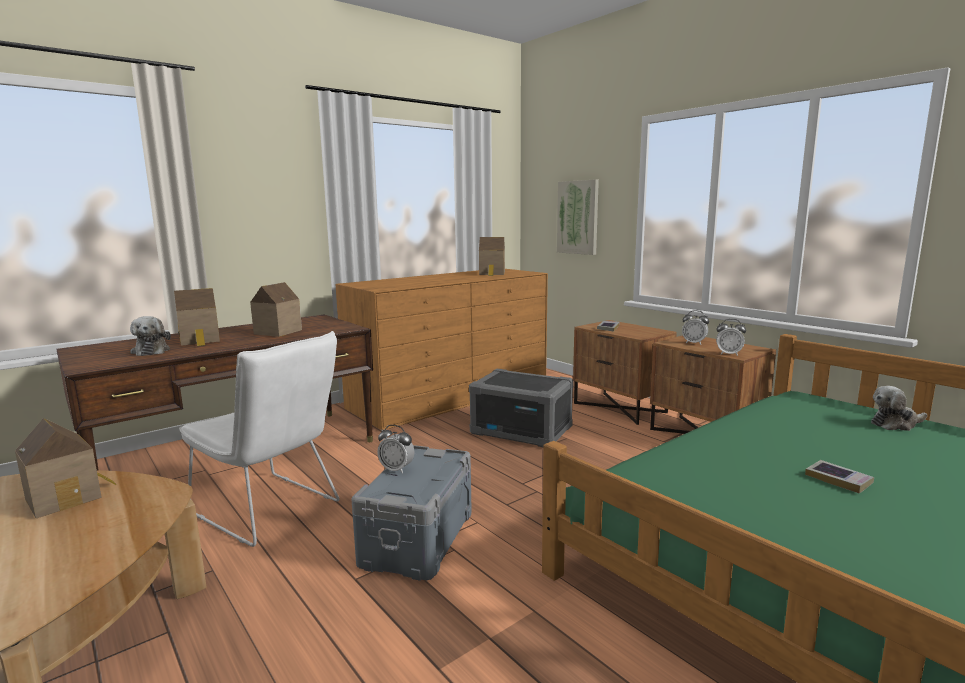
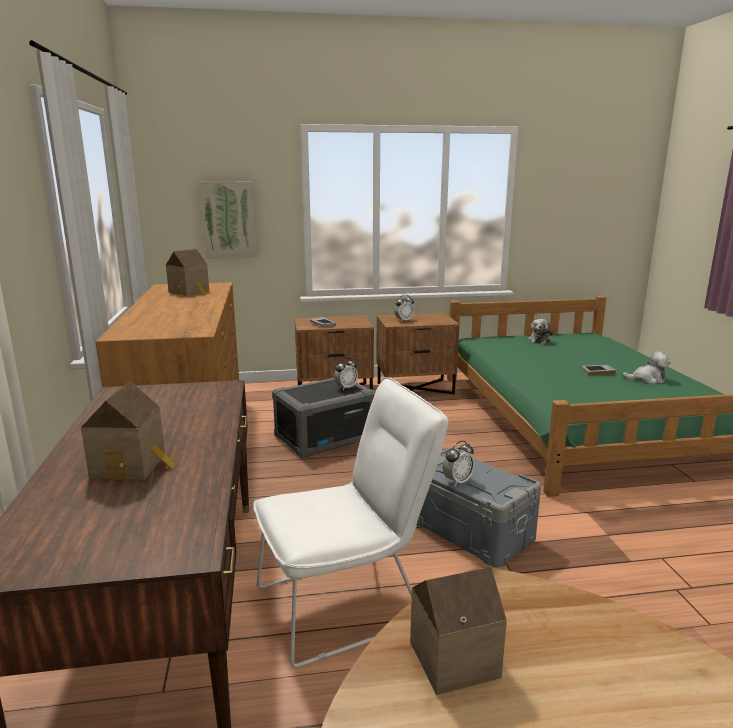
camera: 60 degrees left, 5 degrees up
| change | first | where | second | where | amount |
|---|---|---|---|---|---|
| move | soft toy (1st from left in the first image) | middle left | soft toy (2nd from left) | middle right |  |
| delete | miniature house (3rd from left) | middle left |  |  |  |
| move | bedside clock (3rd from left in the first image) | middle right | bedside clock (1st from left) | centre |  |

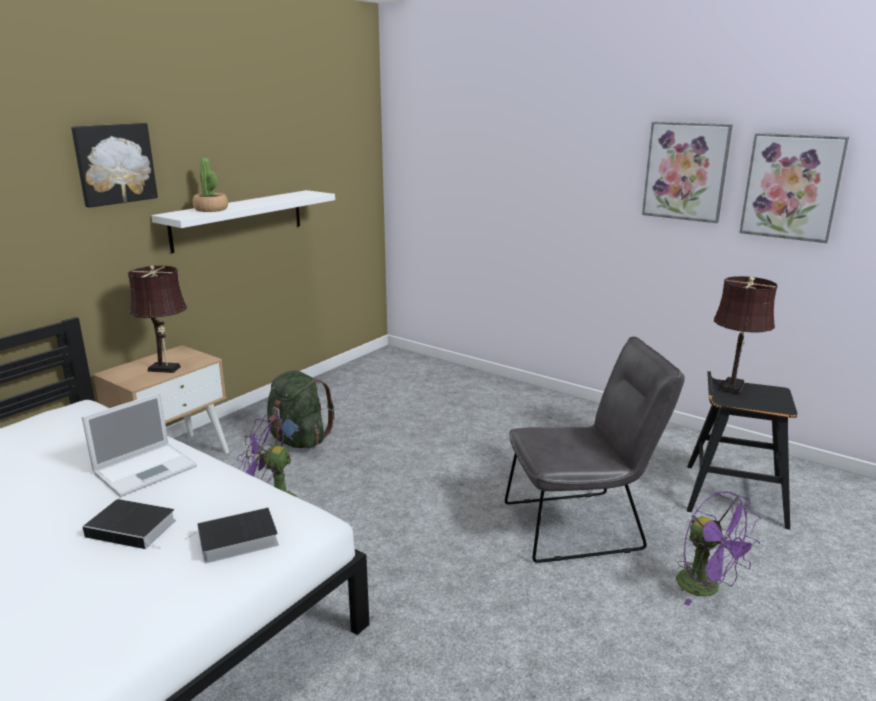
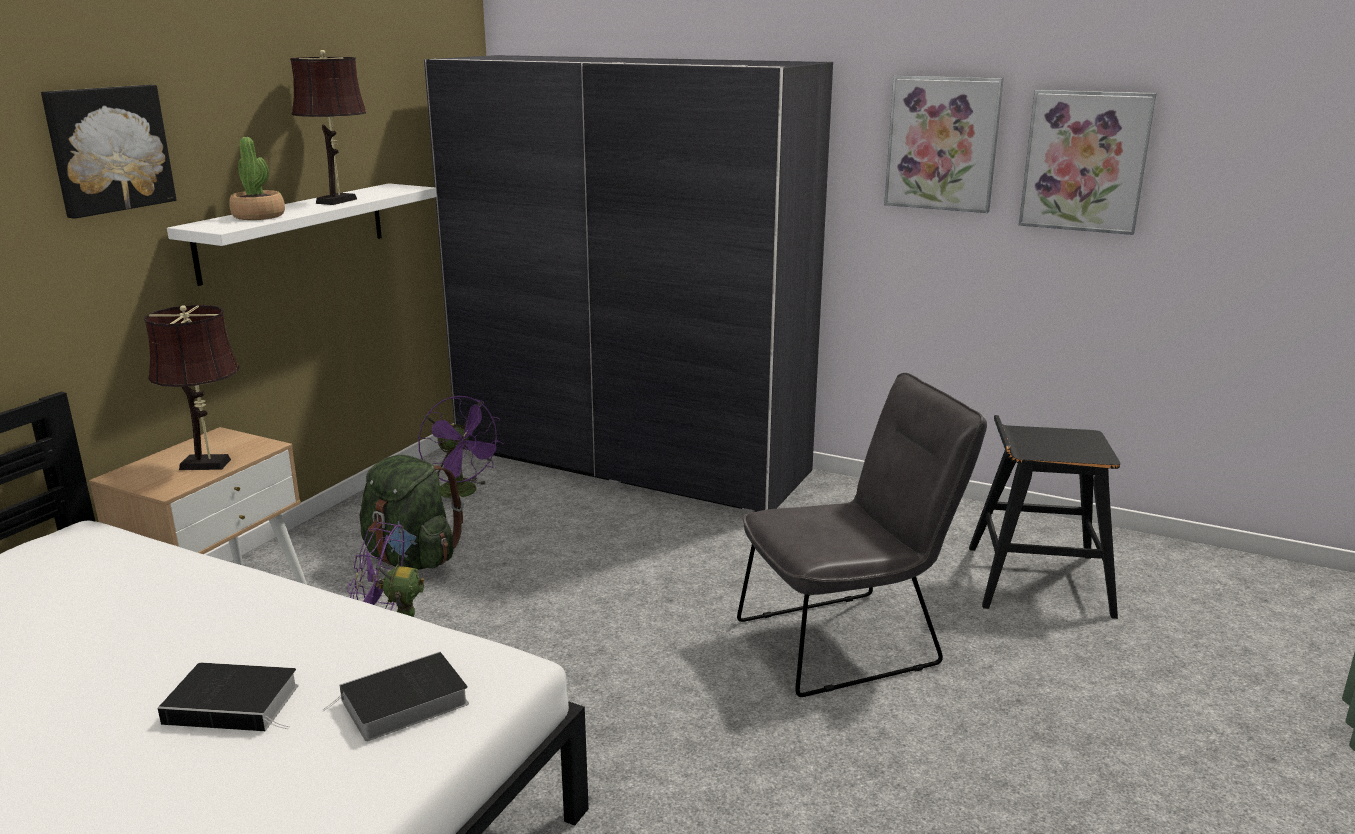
camera: 10 degrees left, 0 degrees up
| change | first | where | second | where | amount |
|---|---|---|---|---|---|
| delete | laptop | middle left |  |  |  |
| move | purple-coloured fan (2nd from left) | bottom right |  | centre |  |
| move | brown-coloured lamp for a table (2nd from left) | middle right |  | top left |  |
| insert |  |  | grey clothes cupboard | centre |  |

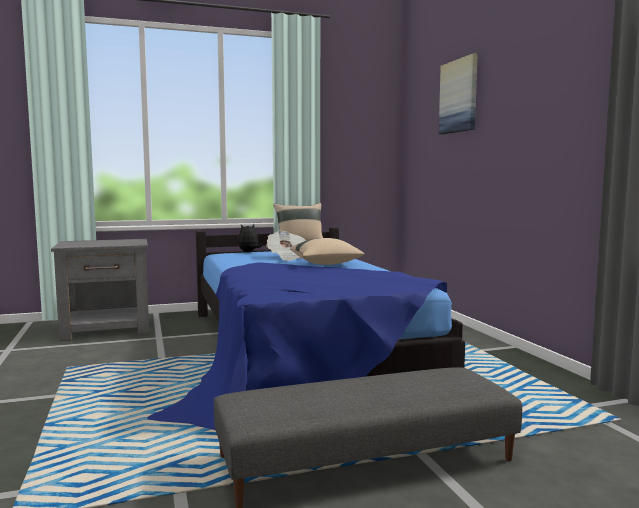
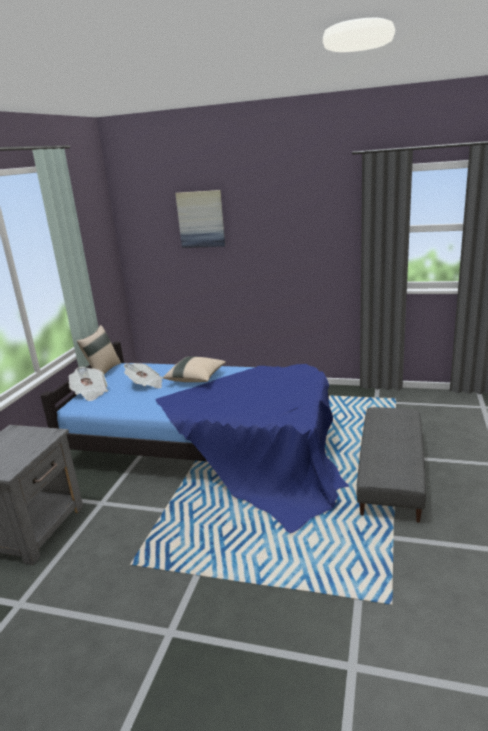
camera: 55 degrees left, 15 degrees up
| change | first | where | second | where | amount |
|---|---|---|---|---|---|
| replace | soft toy | centre | printed paper (1st from left) | middle left |  |

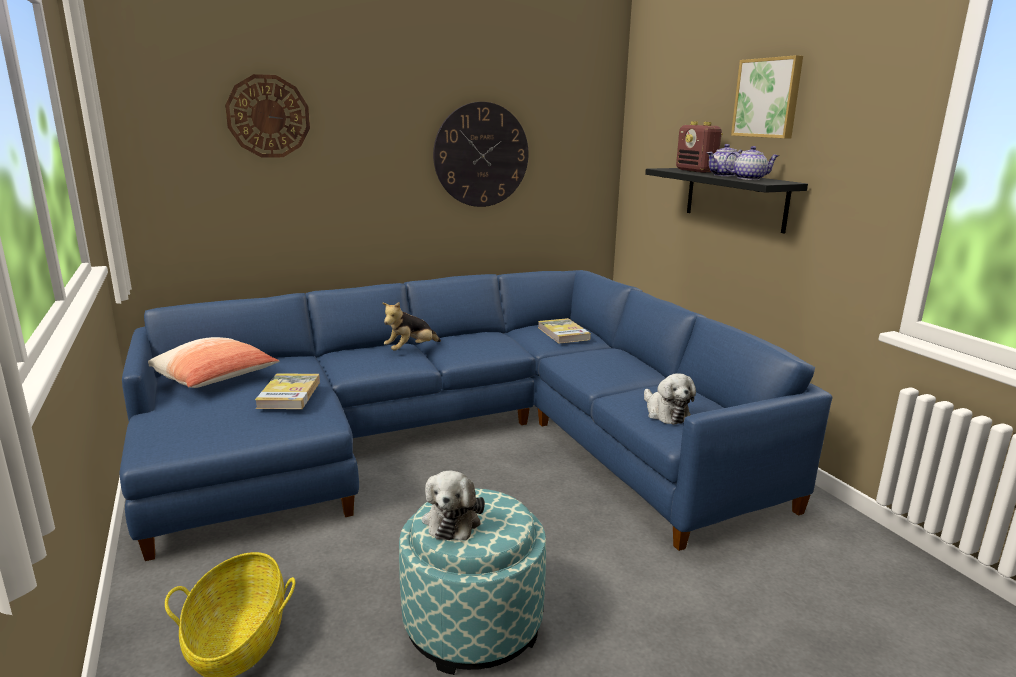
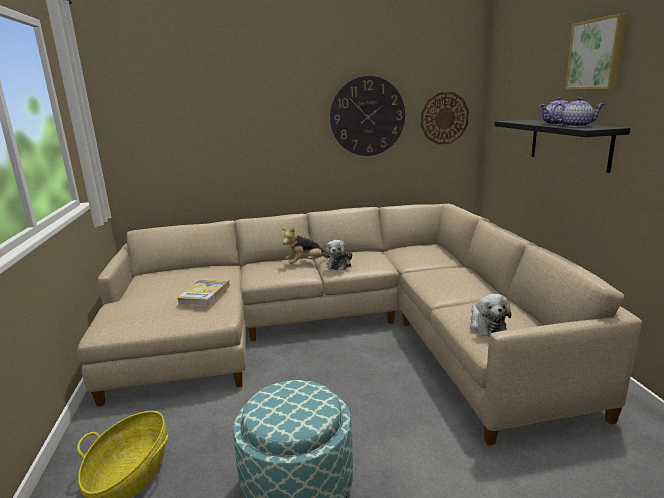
camera: 15 degrees right, 0 degrees up
| change | first | where | second | where | amount |
|---|---|---|---|---|---|
| recolor | blue-coloured sofa | centre | beige sofa | centre |  |
| delete | throw pillow | middle left |  |  |  |
| move | clock on the wall (1st from left in the first image) | top left | clock on the wall (2nd from left) | top right |  |
| move | soft toy (2nd from left) | bottom centre |  | centre |  |
| delete | bound book (2nd from left) | centre |  |  |  |
| delete | radio | top right |  |  |  |

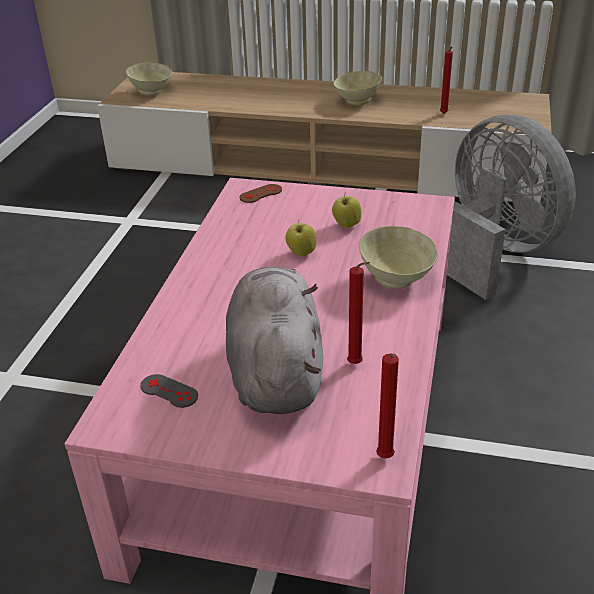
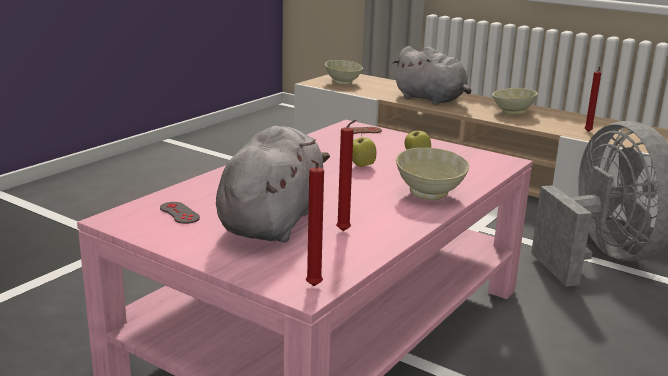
camera: 20 degrees right, 15 degrees down
| change | first | where | second | where | amount |
|---|---|---|---|---|---|
| insert |  |  | grey soft toy (2nd from left) | top centre |  |

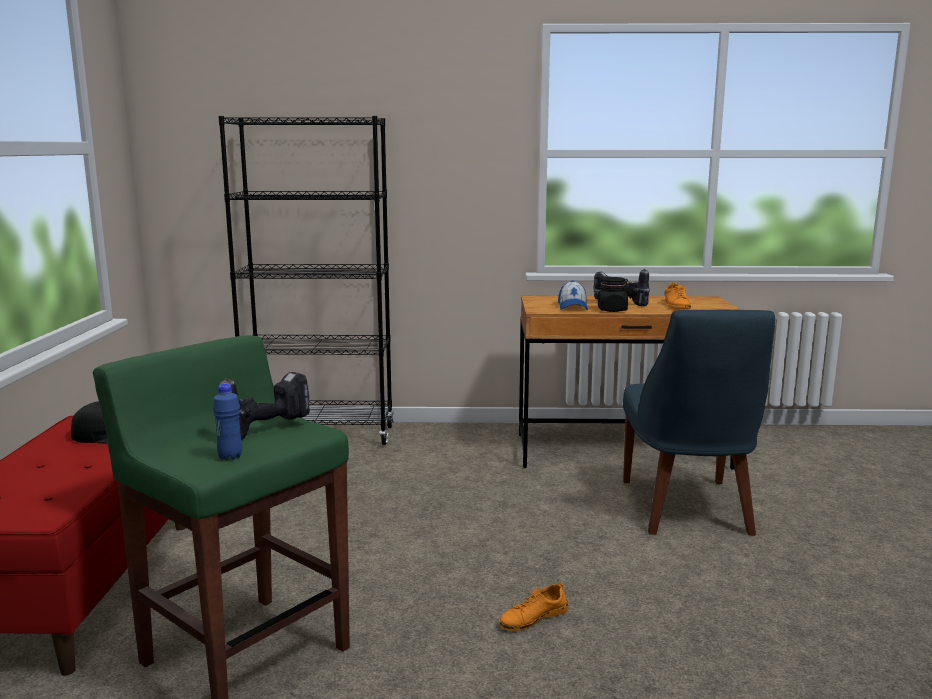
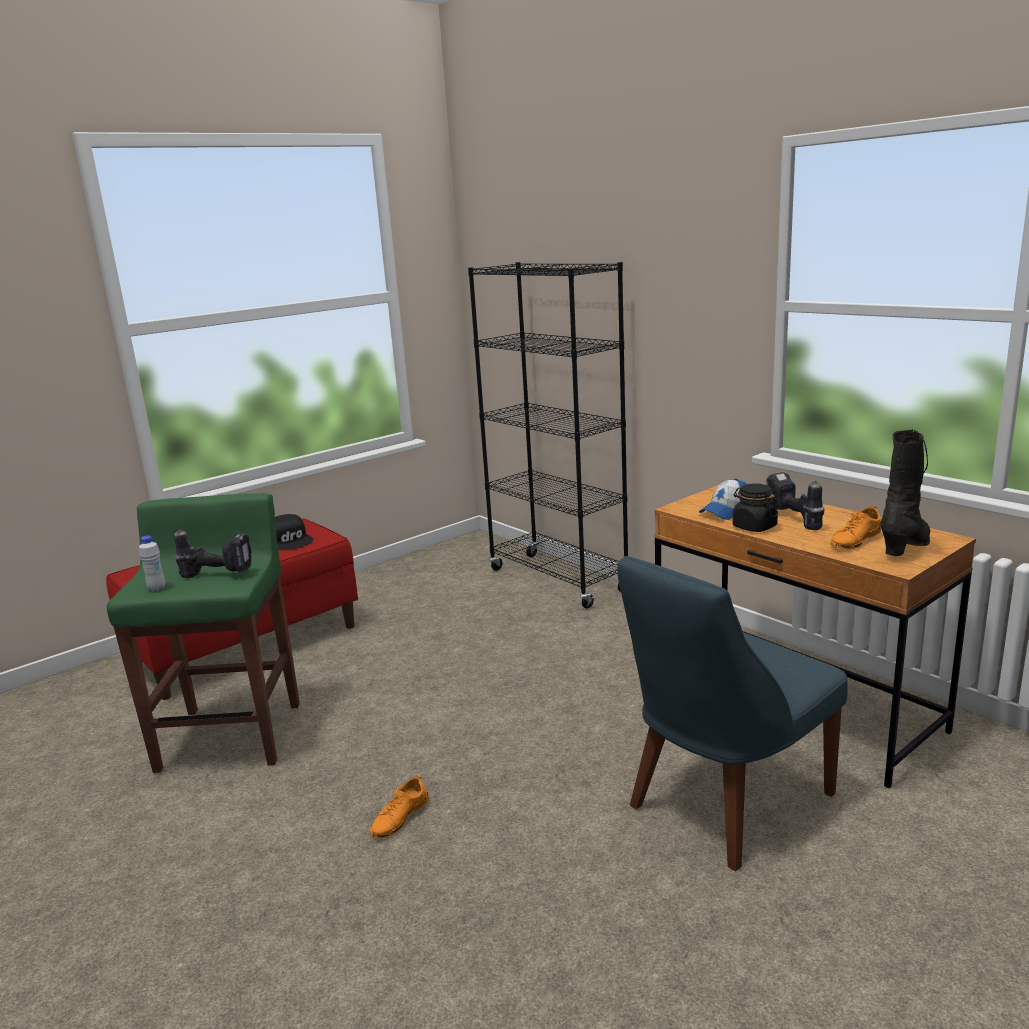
camera: 50 degrees right, 5 degrees up
| change | first | where | second | where | amount |
|---|---|---|---|---|---|
| recolor | blue-coloured drink bottle | middle left | white drink bottle | middle left |  |
| rotate | orangey low shoe (1st from left) | bottom centre |  | bottom centre | 75 degrees counterclockwise |
| insert |  |  | blackish boot | middle right |  |

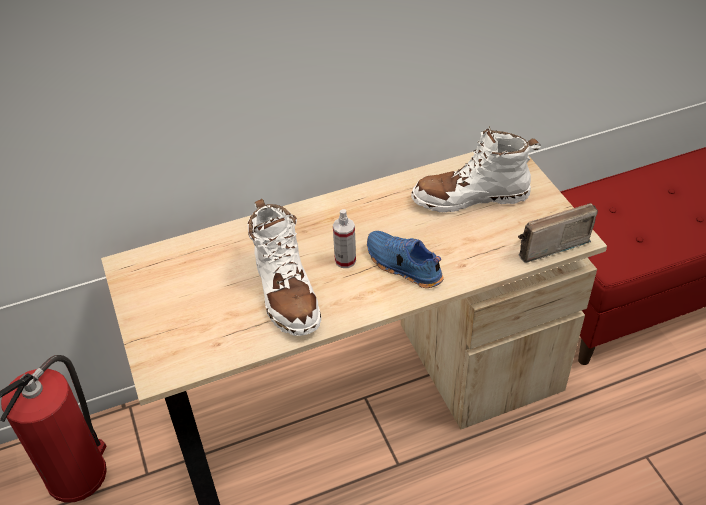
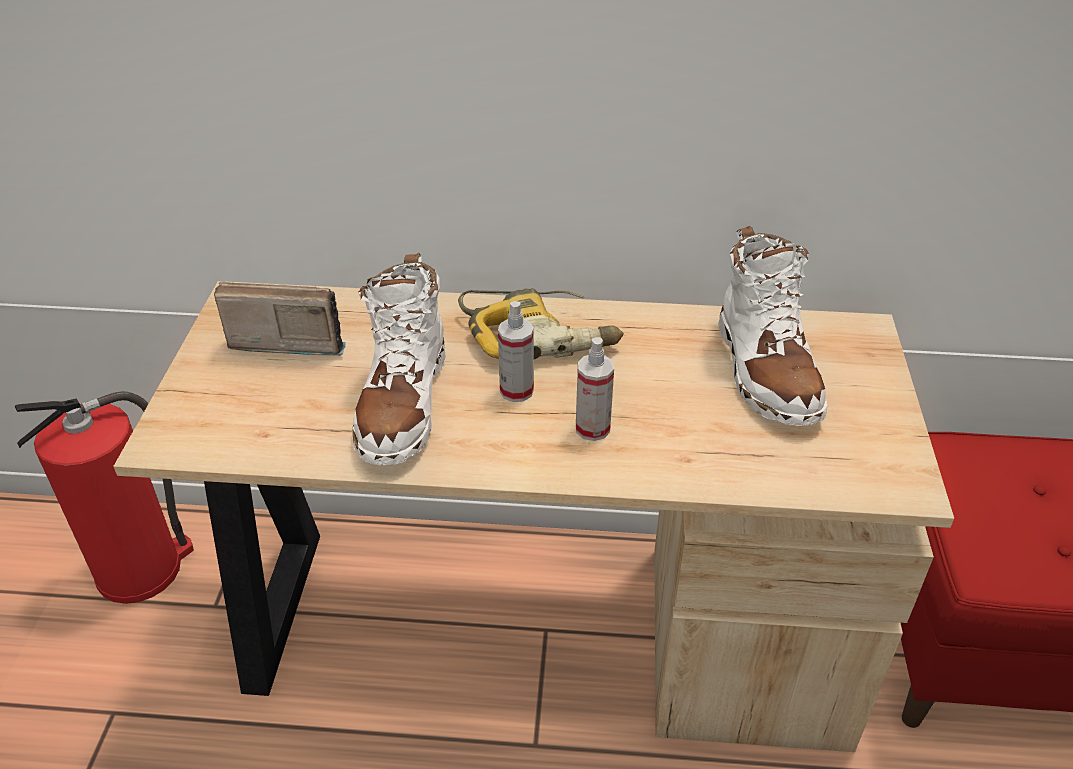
camera: 25 degrees right, 5 degrees down
| change | first | where | second | where | amount |
|---|---|---|---|---|---|
| replace | blue-coloured low shoe | centre | hand sprayer (2nd from left) | centre |  |
| rotate | white boot (2nd from left) | middle right |  | middle right | 120 degrees counterclockwise |
| move | radio | middle right |  | middle left |  |
| insert |  |  | drill | centre |  |

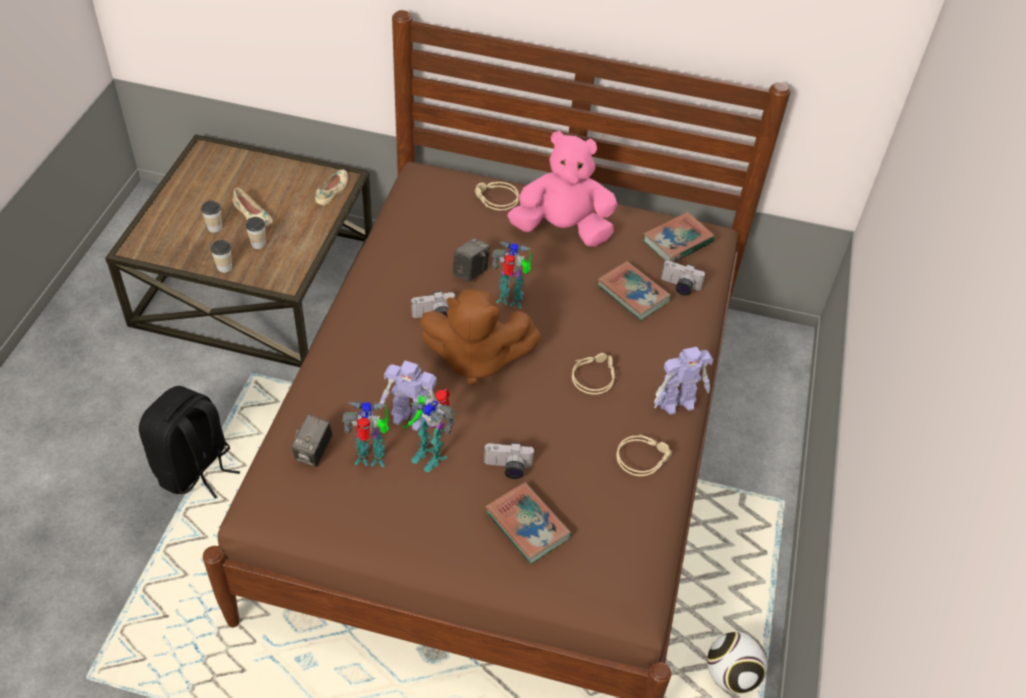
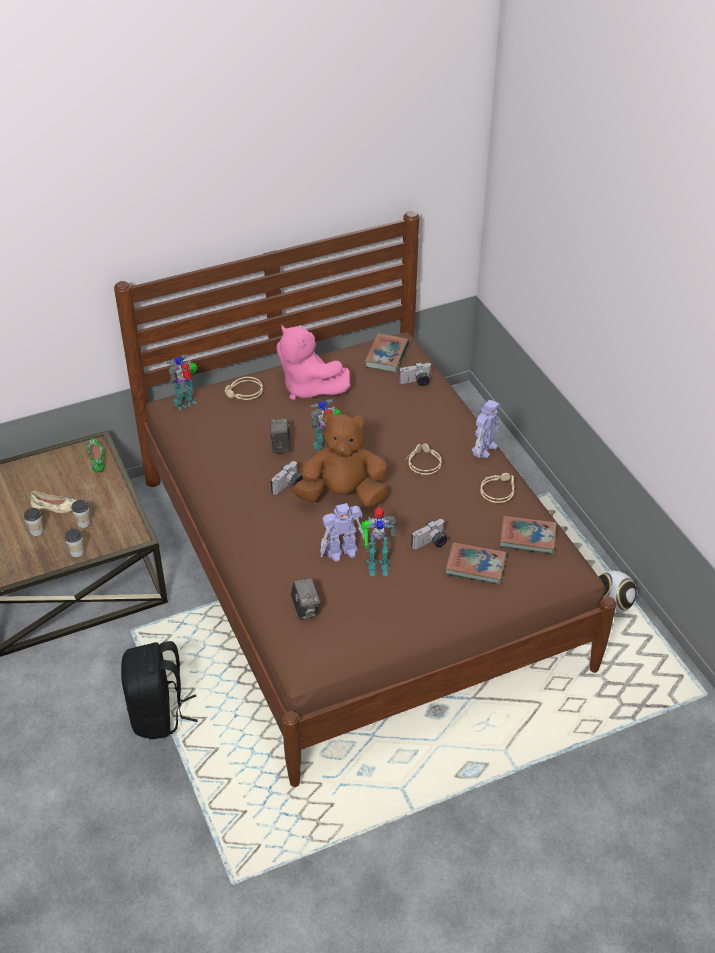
camera: 35 degrees left, 5 degrees down
| change | first | where | second | where | amount |
|---|---|---|---|---|---|
| recolor | beige low shoe (2nd from left) | top left | green low shoe | middle left |  |
| move | model robot (1st from left) | centre |  | middle left |  |
| rotate | brown-coloured soft toy | centre |  | centre | 150 degrees counterclockwise |
| rotate | pink soft toy | top centre |  | centre | 105 degrees counterclockwise |
| move | bound book (2nd from left in the first image) | centre | bound book (3rd from left) | middle right |  |

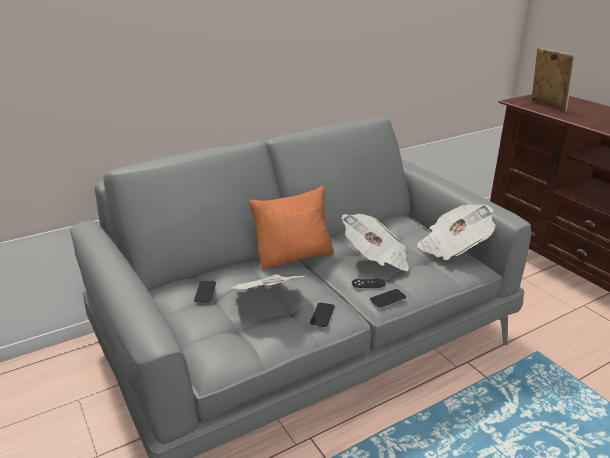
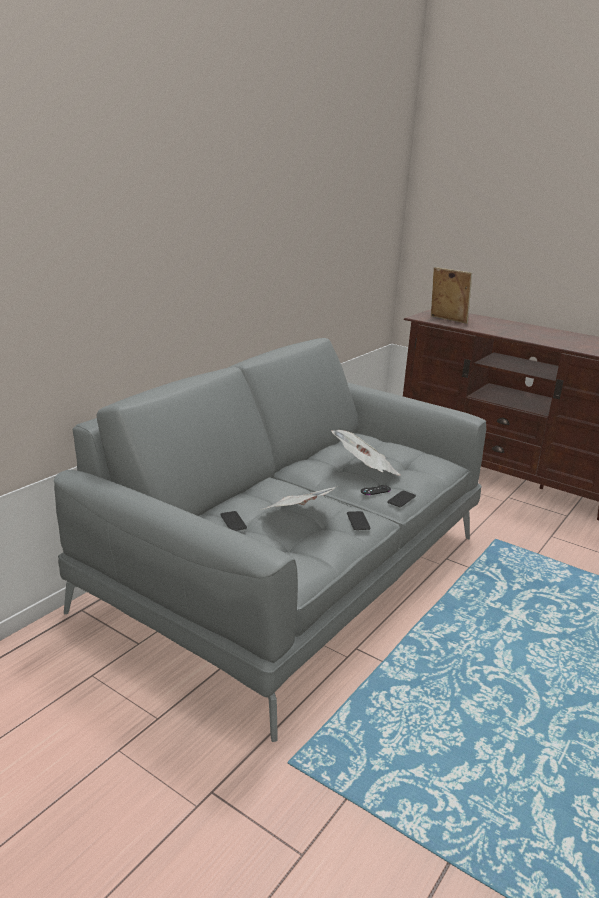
camera: 25 degrees left, 5 degrees down
| change | first | where | second | where | amount |
|---|---|---|---|---|---|
| delete | orangey throw pillow | centre |  |  |  |
| delete | printed paper (3rd from left) | middle right |  |  |  |

